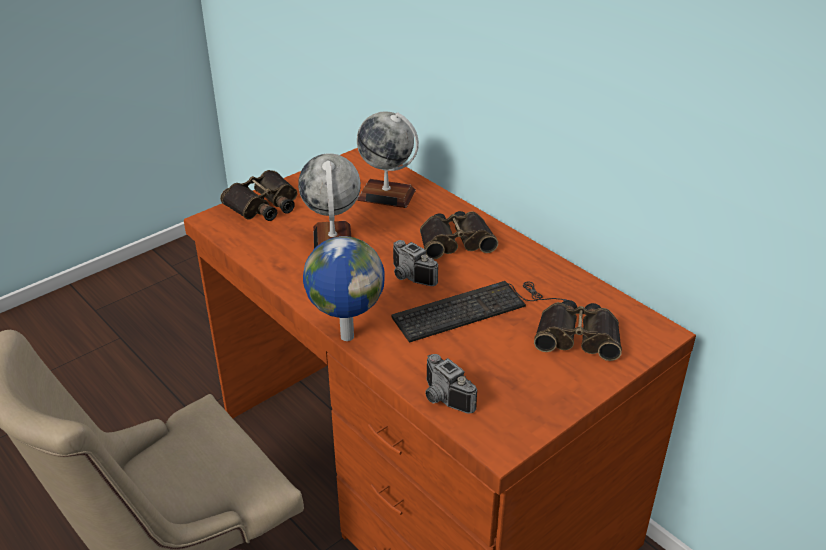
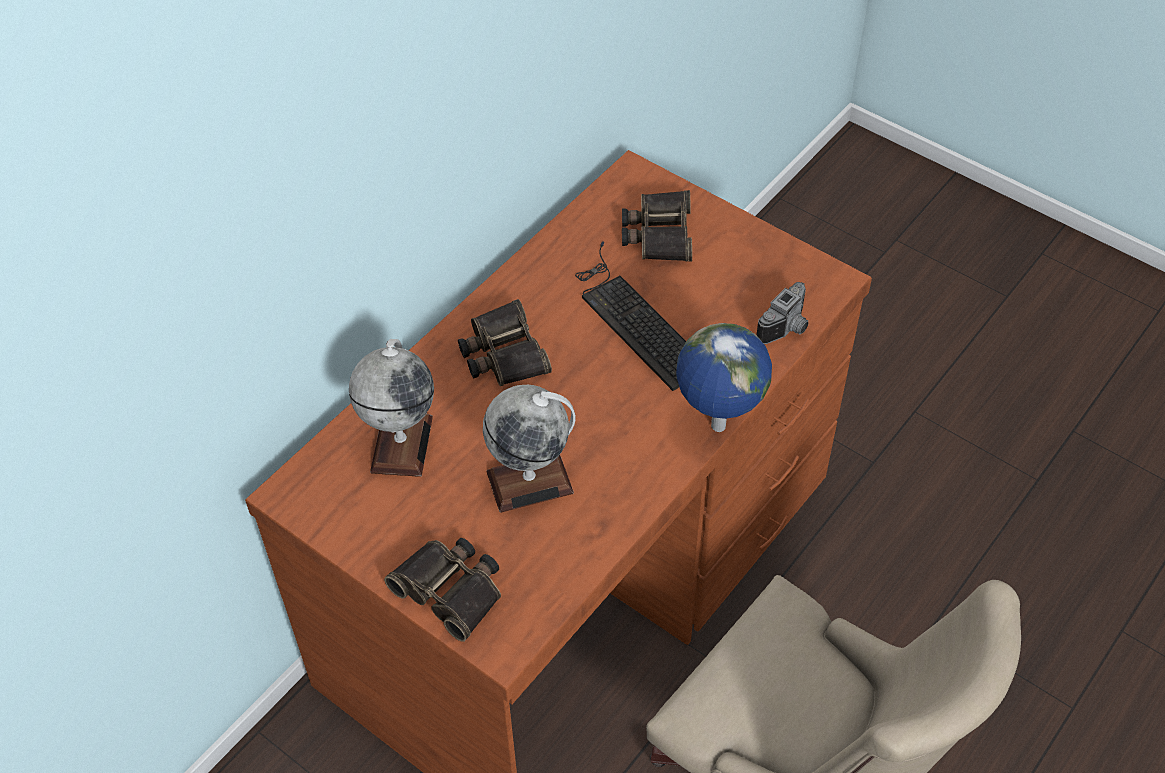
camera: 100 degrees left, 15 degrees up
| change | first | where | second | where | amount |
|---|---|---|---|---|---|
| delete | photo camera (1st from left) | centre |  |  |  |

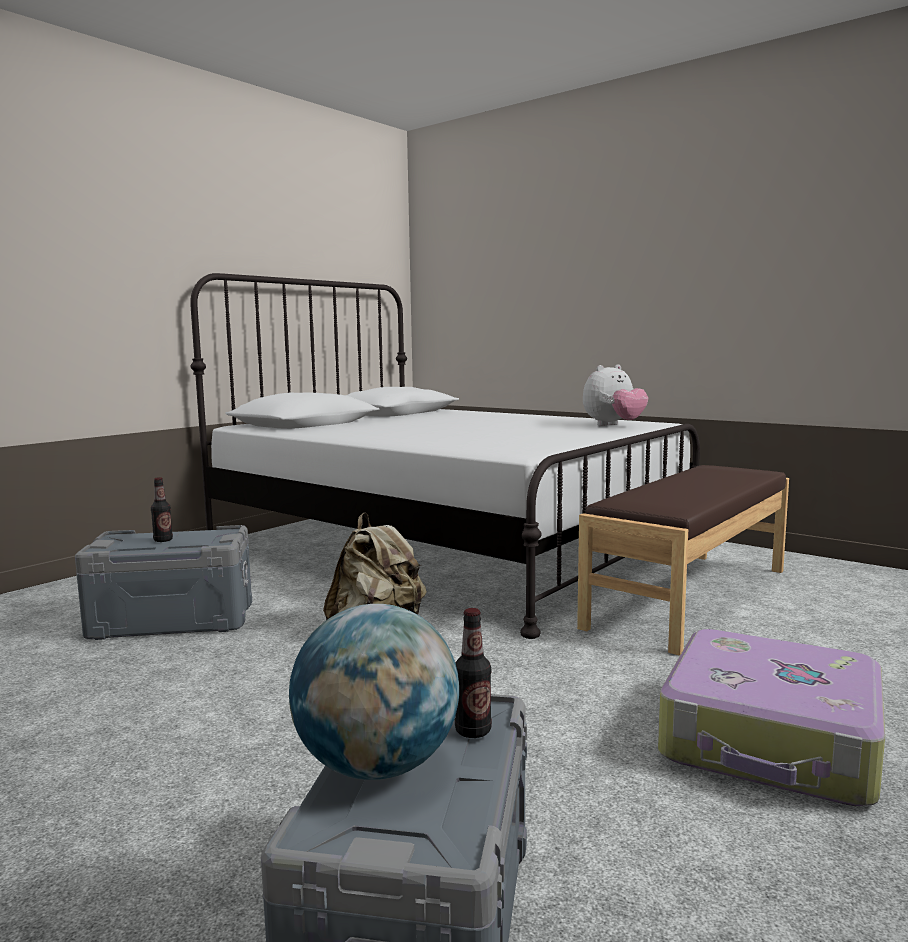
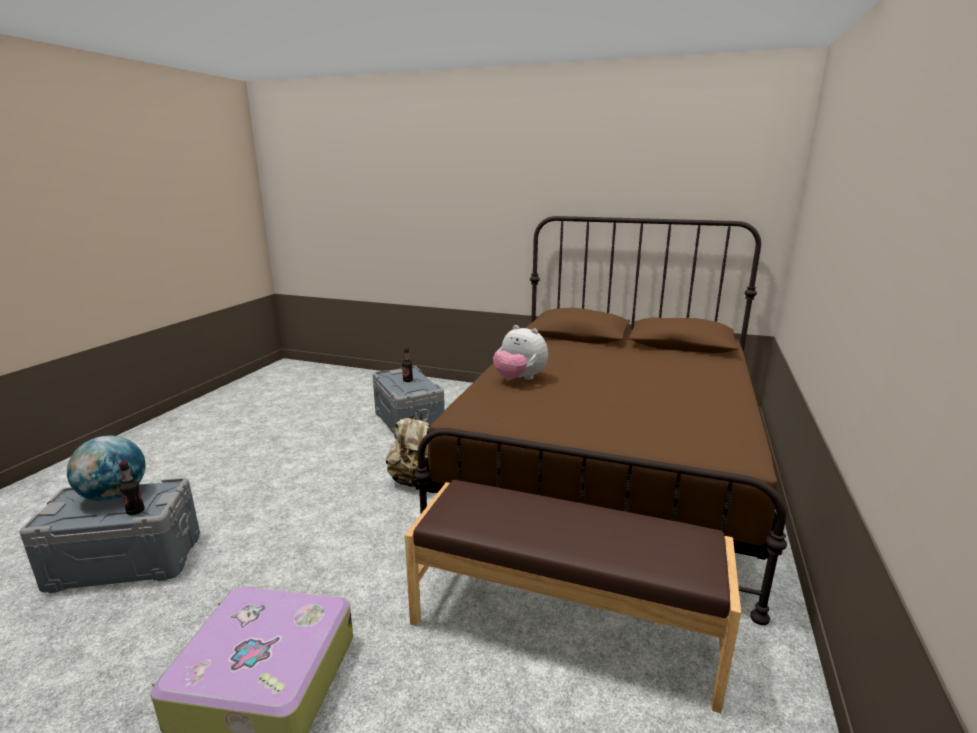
camera: 70 degrees right, 10 degrees up
| change | first | where | second | where | amount |
|---|---|---|---|---|---|
| recolor | white bed | centre | brown-coloured bed | centre |  |
| move | soft toy | middle right |  | centre |  |

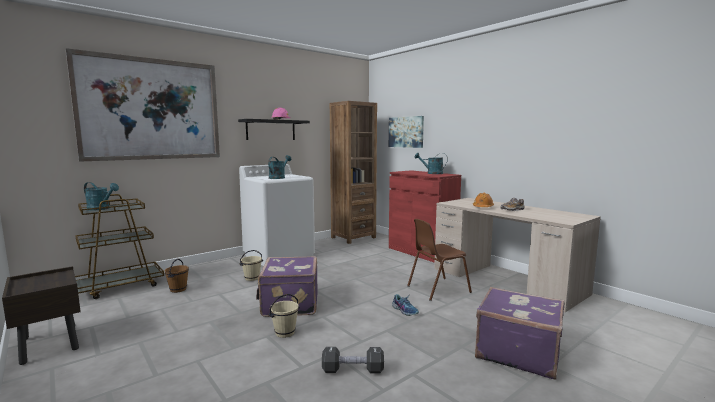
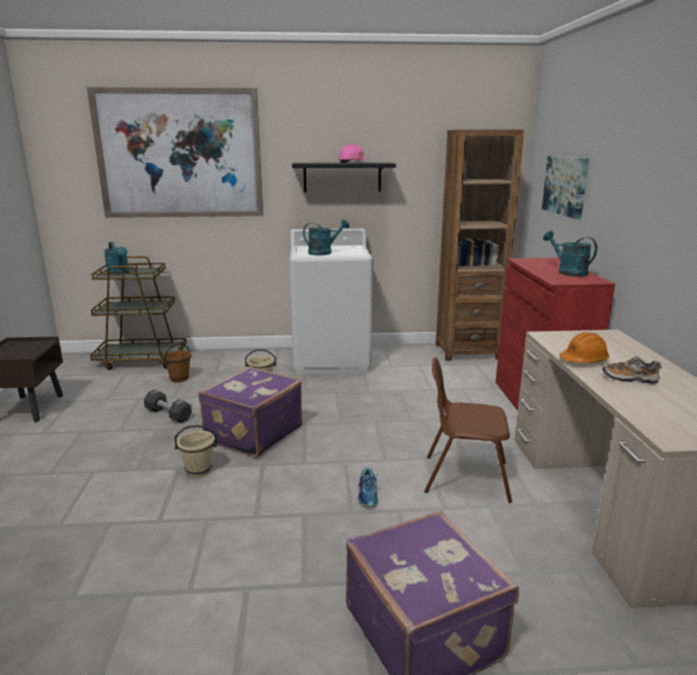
camera: 35 degrees right, 10 degrees up
| change | first | where | second | where | amount |
|---|---|---|---|---|---|
| move | blackish dumbbell | bottom centre |  | middle left |  |

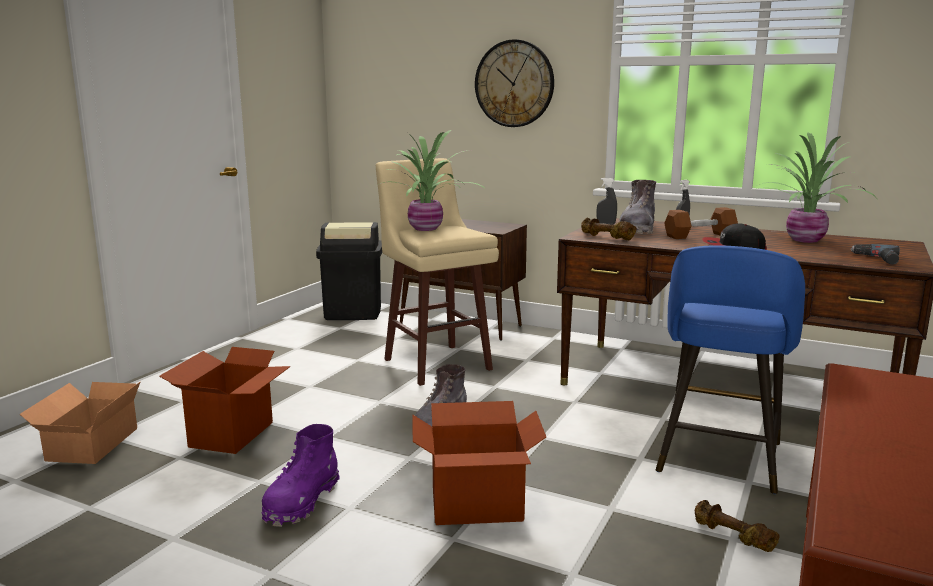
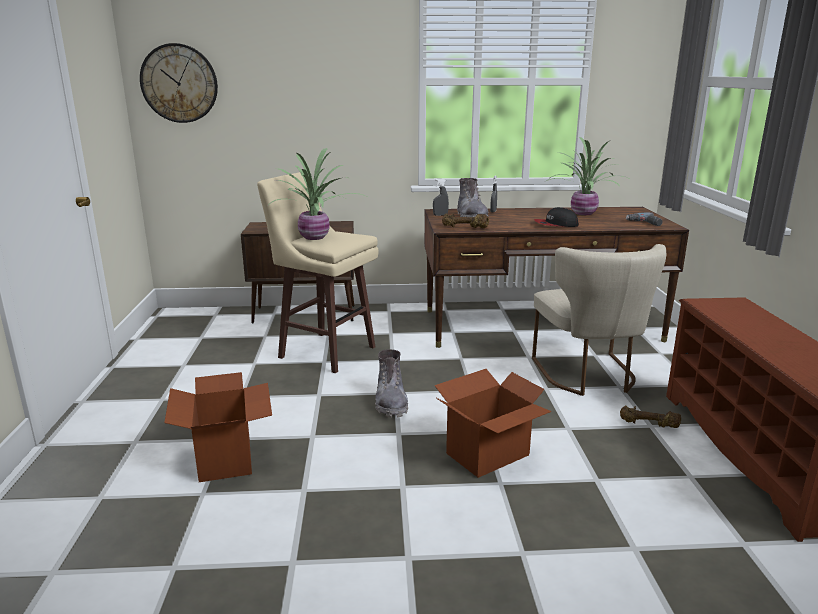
camera: 30 degrees left, 5 degrees up
| change | first | where | second | where | amount |
|---|---|---|---|---|---|
| delete | carton (1st from left) | bottom left |  |  |  |
| delete | purple-coloured boot | bottom left |  |  |  |
| delete | blackish trash can | centre |  |  |  |
| move | clock on the wall | top centre |  | top left |  |
| replace | blue-coloured stool | middle right | beige plain chair | middle right |  |
| delete | brown-coloured dumbbell (2nd from left) | middle right |  |  |  |

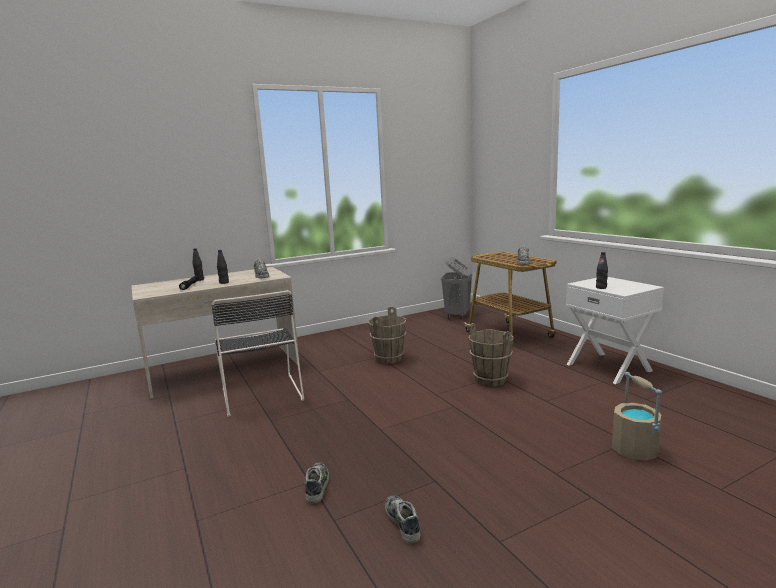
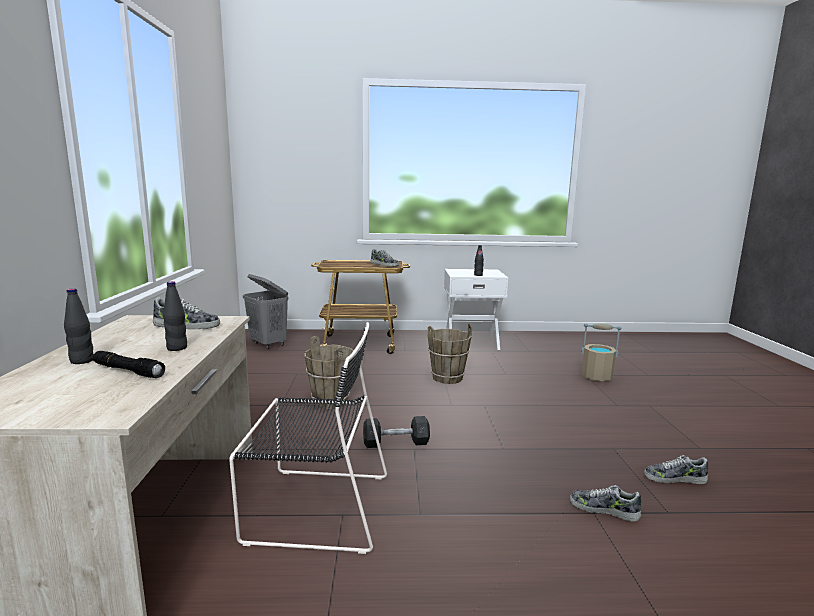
camera: 65 degrees left, 0 degrees up
| change | first | where | second | where | amount |
|---|---|---|---|---|---|
| insert |  |  | grey dumbbell | bottom centre |  |

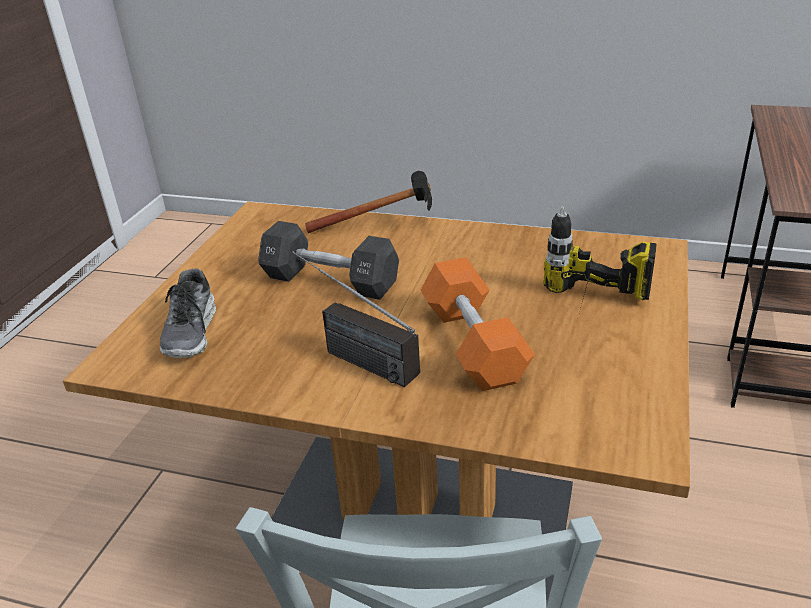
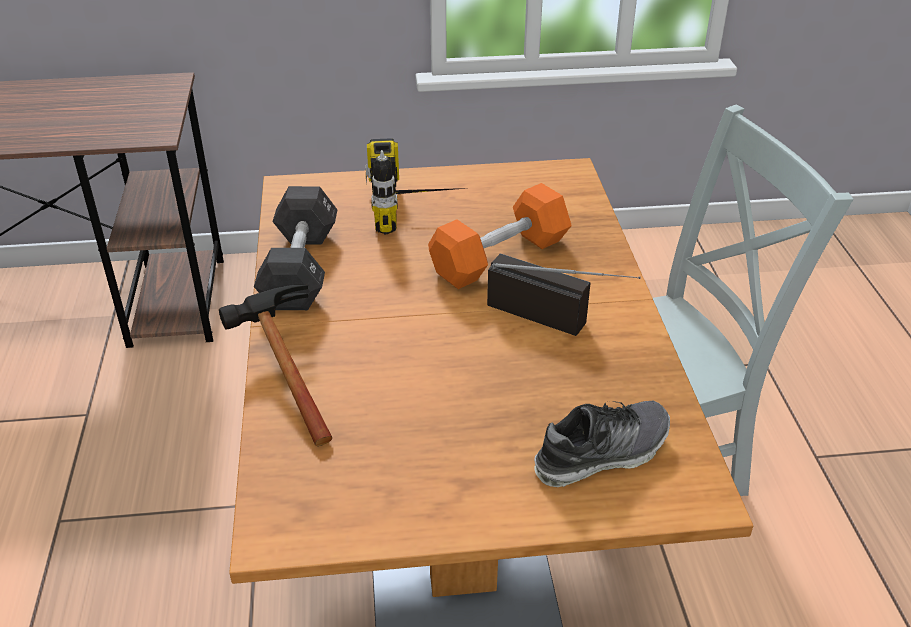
camera: 115 degrees left, 5 degrees up
| change | first | where | second | where | amount |
|---|---|---|---|---|---|
| move | blackish dumbbell | centre |  | middle left |  |
| rotate | radio | centre |  | centre | 75 degrees counterclockwise |

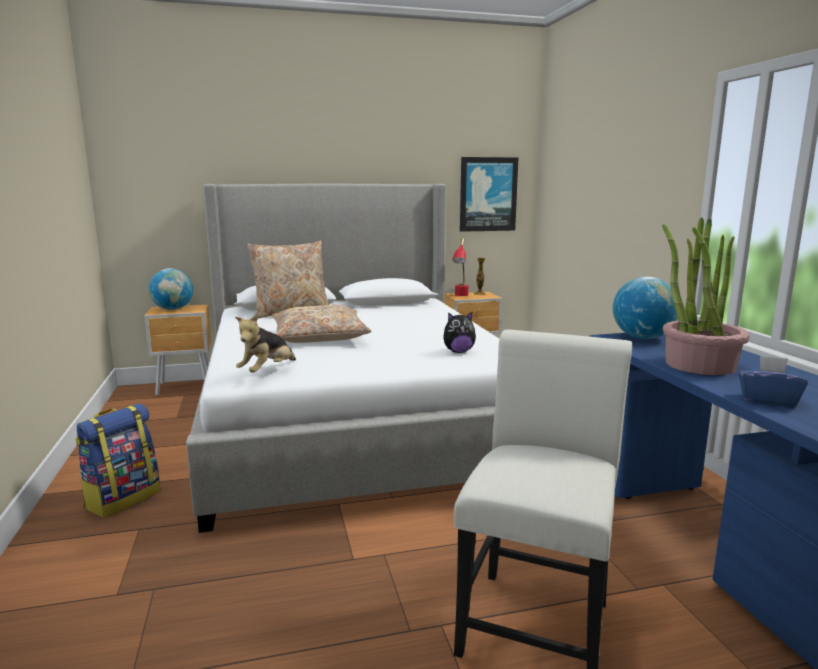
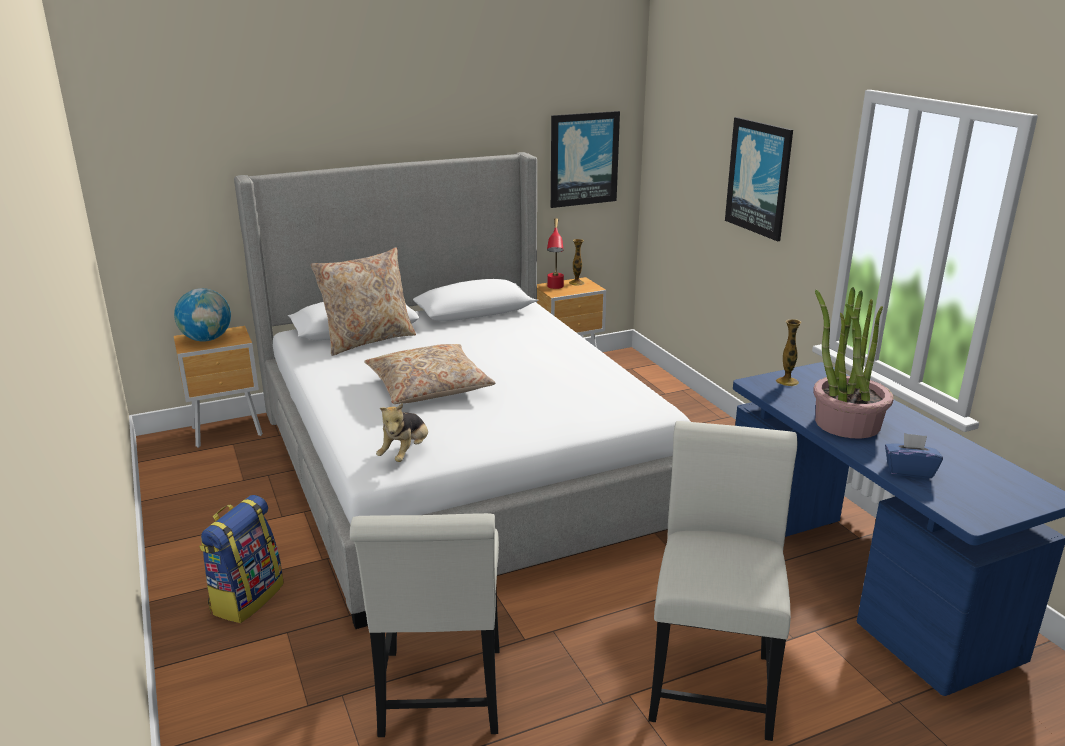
camera: 10 degrees left, 10 degrees up
| change | first | where | second | where | amount |
|---|---|---|---|---|---|
| delete | soft toy (2nd from left) | centre |  |  |  |
| replace | desk globe (2nd from left) | middle right | flower vase (2nd from left) | middle right |  |
| insert |  |  | white plain chair (1st from left) | bottom centre |  |
| insert |  |  | wall art (2nd from left) | top right |  |

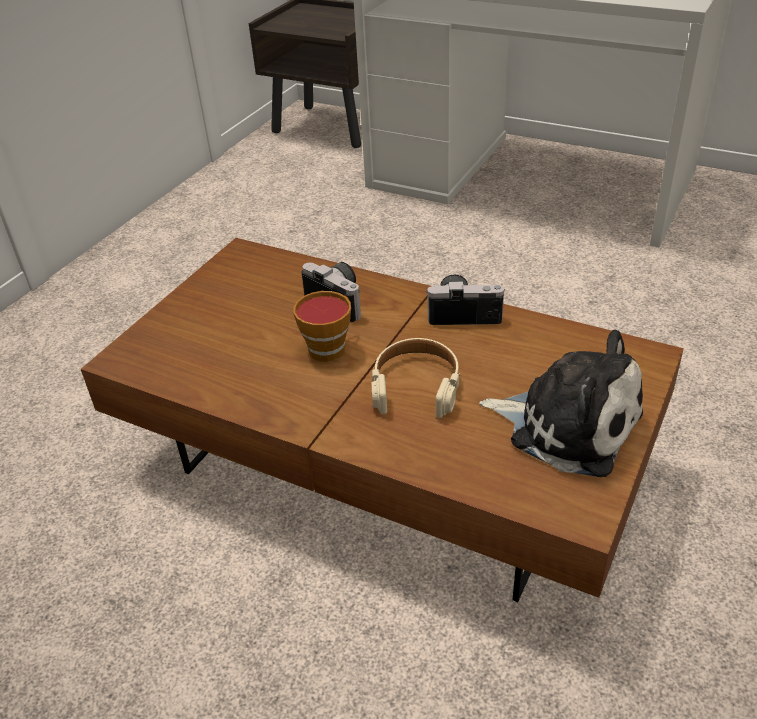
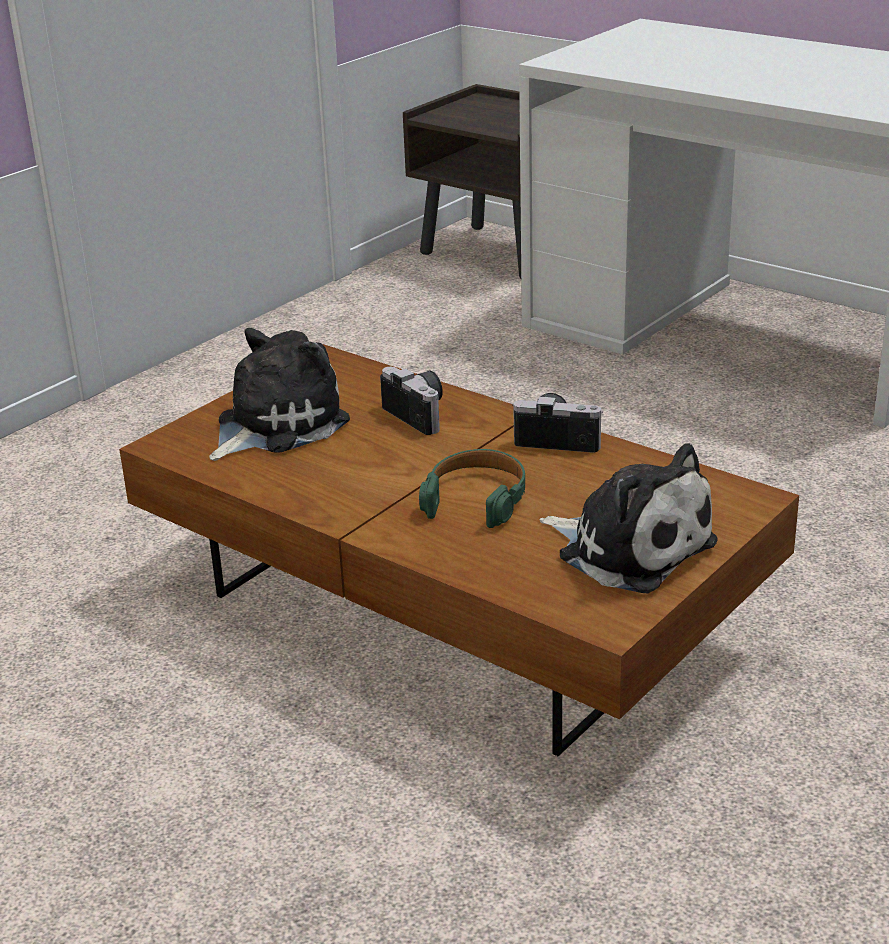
camera: 10 degrees right, 10 degrees down
| change | first | where | second | where | amount |
|---|---|---|---|---|---|
| delete | cup | centre |  |  |  |
| recolor | beige headphones | centre | green headphones | centre |  |
| insert |  |  | soft toy (1st from left) | middle left |  |

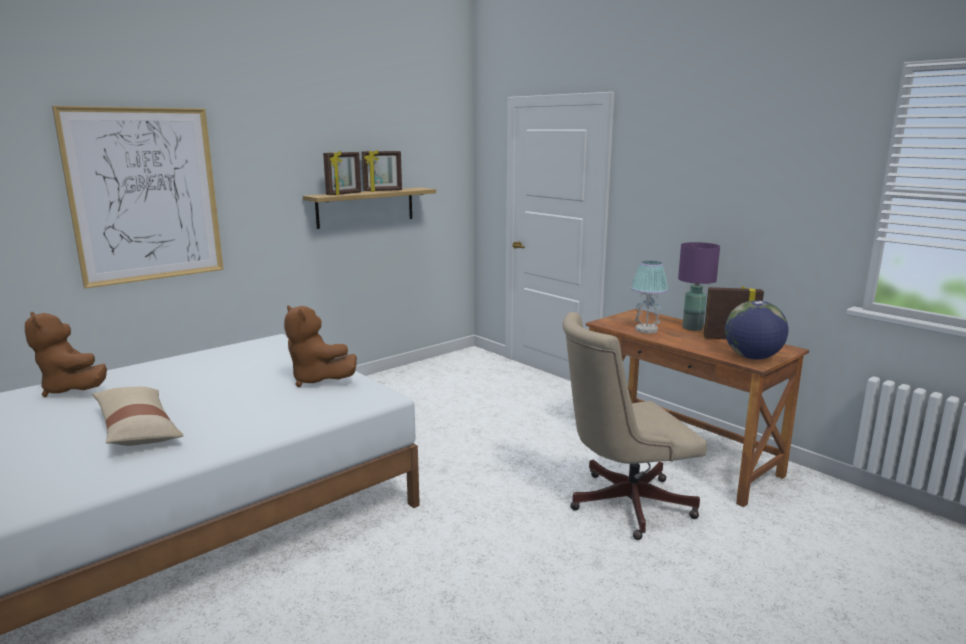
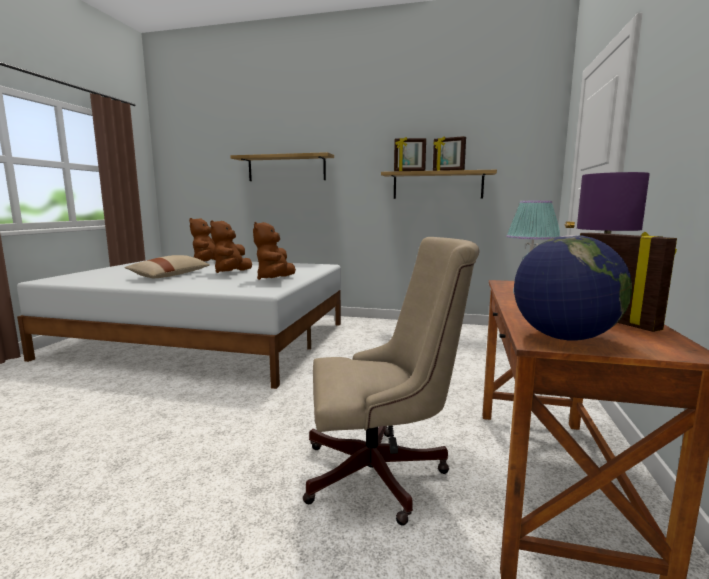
camera: 55 degrees right, 5 degrees down
| change | first | where | second | where | amount |
|---|---|---|---|---|---|
| replace | wall art | top left | wall shelf (1st from left) | top centre |  |
| rotate | beige desk chair | centre |  | centre | 135 degrees clockwise |
| insert |  |  | brown-coloured soft toy (2nd from left) | middle left |  |

